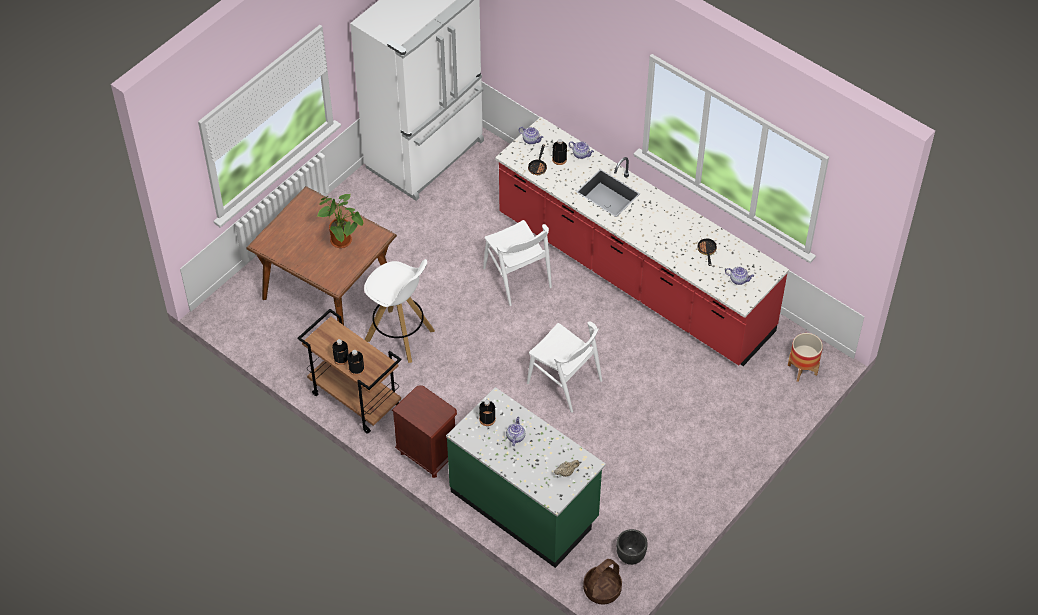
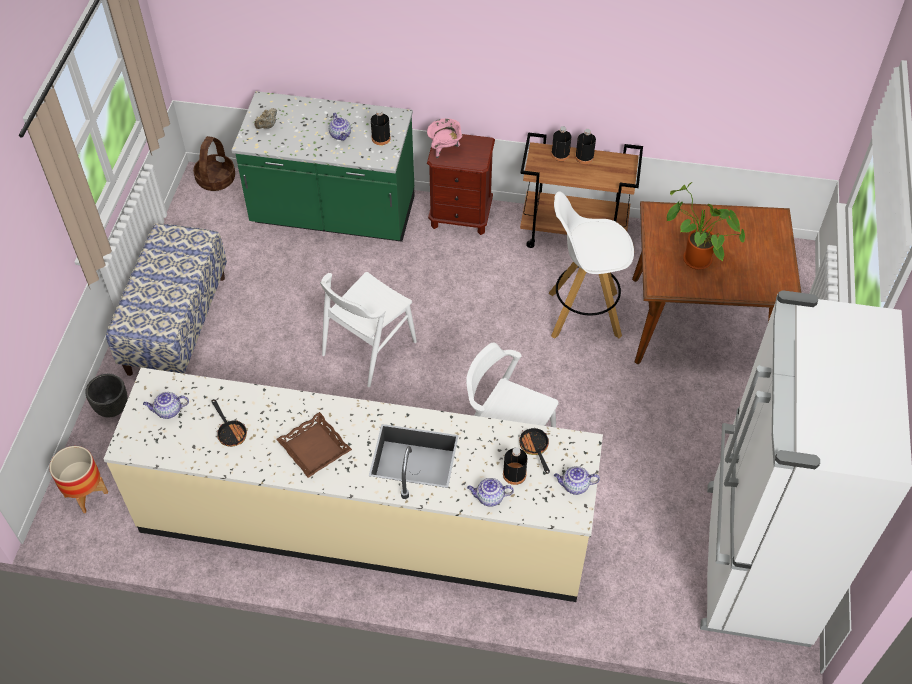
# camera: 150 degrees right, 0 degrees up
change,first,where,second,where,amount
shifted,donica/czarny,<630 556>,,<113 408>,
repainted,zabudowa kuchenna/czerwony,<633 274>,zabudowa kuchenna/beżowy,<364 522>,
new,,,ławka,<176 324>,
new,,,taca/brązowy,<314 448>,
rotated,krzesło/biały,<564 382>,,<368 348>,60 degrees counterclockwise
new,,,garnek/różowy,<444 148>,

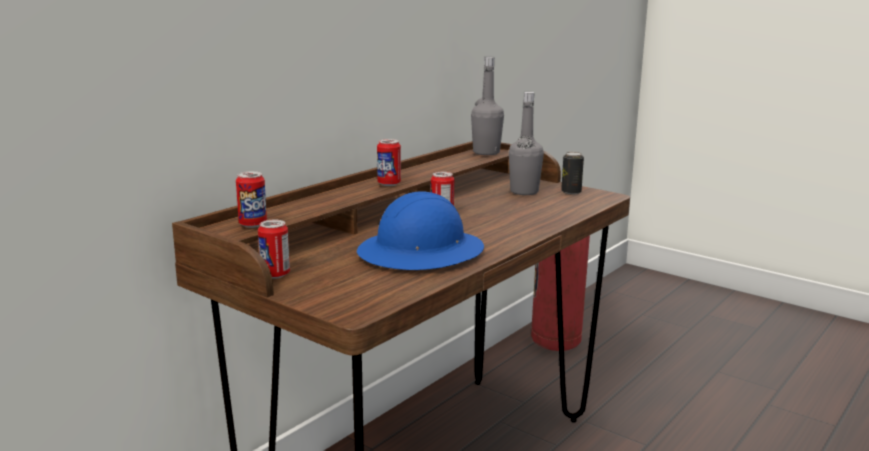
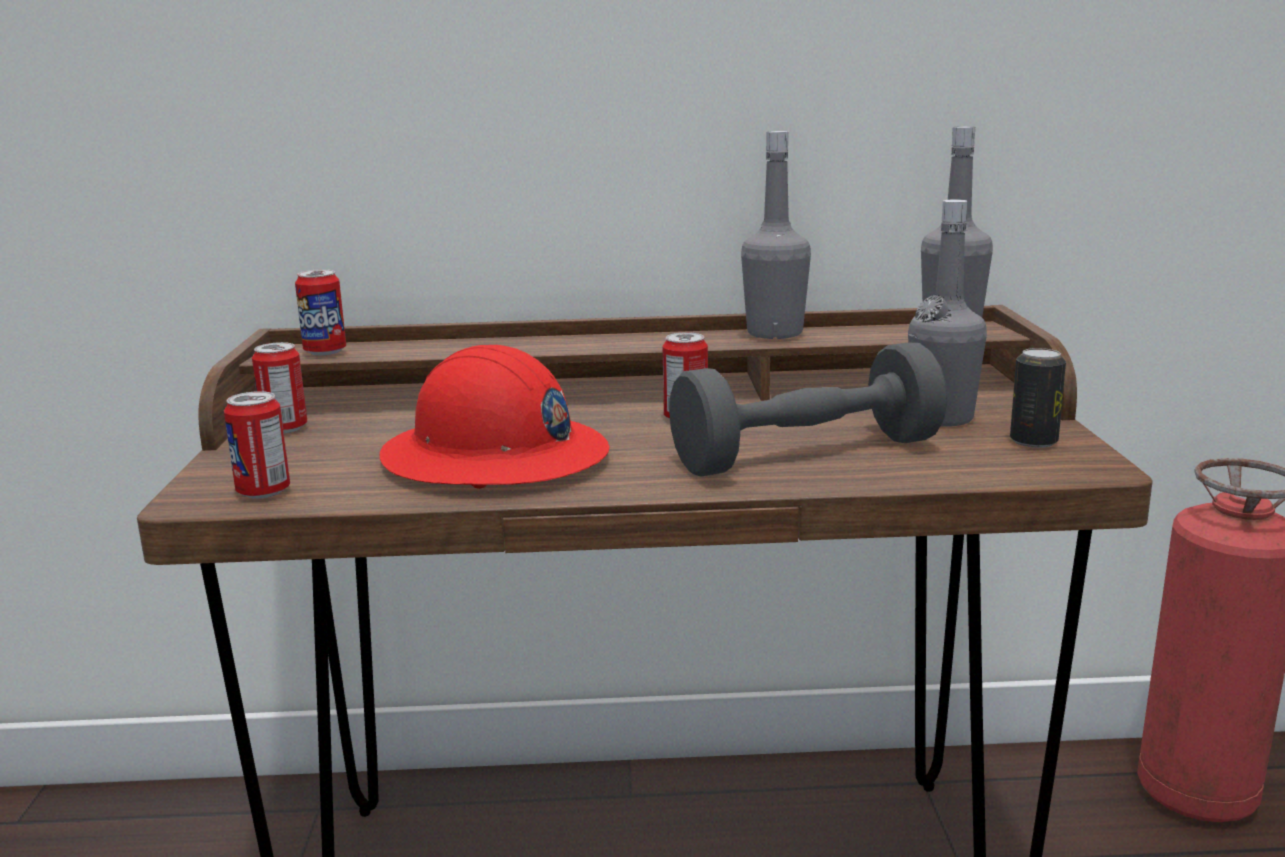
# camera: 50 degrees right, 0 degrees up
change,first,where,second,where,amount
shifted,puszka,<389 184>,,<263 492>,
repainted,kask/niebieski,<421 253>,kask/czerwony,<494 458>,
new,,,hantel/szary,<807 455>,
new,,,butelka/szary,<774 333>,

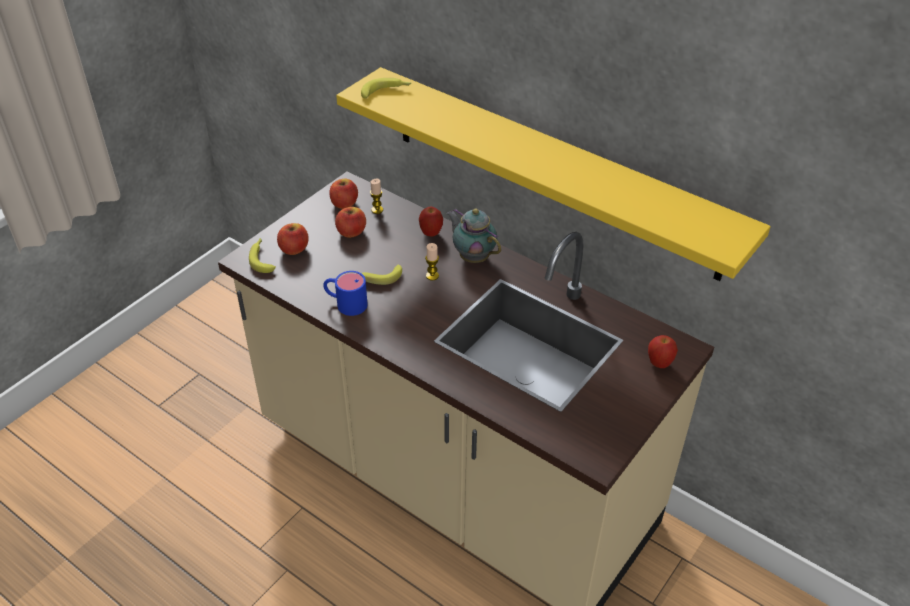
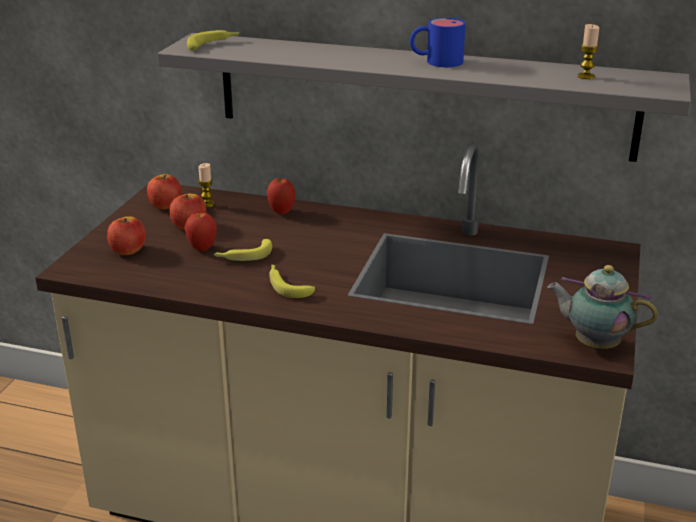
# camera: 20 degrees left, 15 degrees down
change,first,where,second,where,amount
repainted,półka/żółty,<552 171>,półka/szary,<421 95>,
shifted,jabłko,<659 363>,,<202 248>,
shifted,banan,<262 258>,,<287 285>,
shifted,kubek/niebieski,<345 303>,,<436 62>,
shifted,imbryk,<473 257>,,<593 344>,
shifted,świeca,<432 276>,,<585 76>,

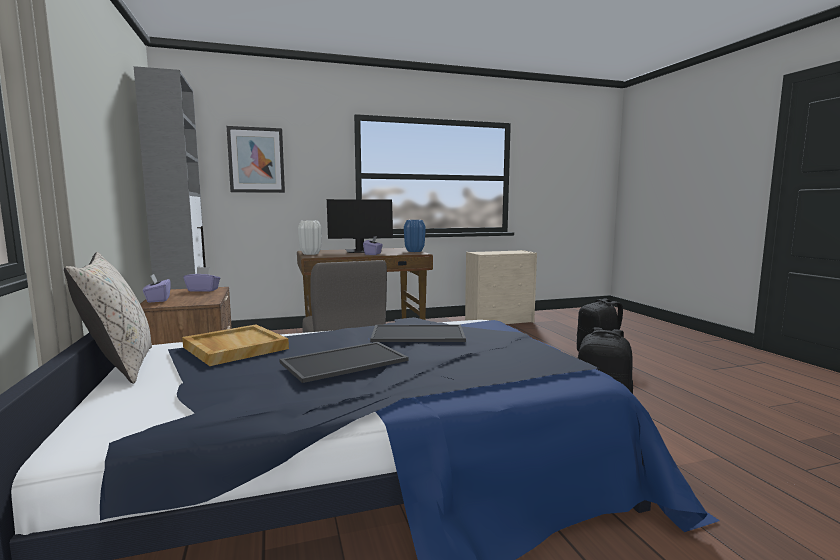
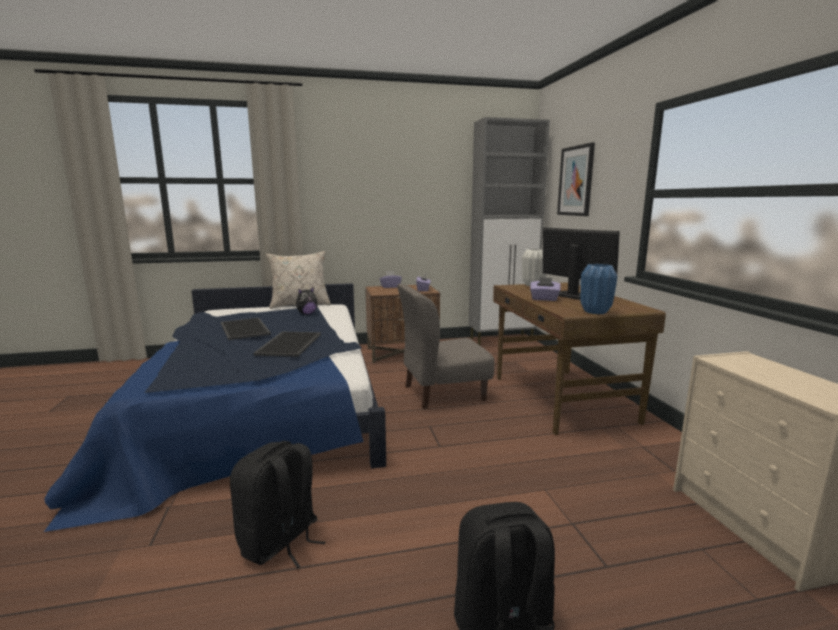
# camera: 95 degrees right, 5 degrees up
change,first,where,second,where,amount
swapped,taca/beżowy,<234 348>,pluszak,<306 314>,
rotated,monitor,<360 251>,,<572 295>,150 degrees clockwise

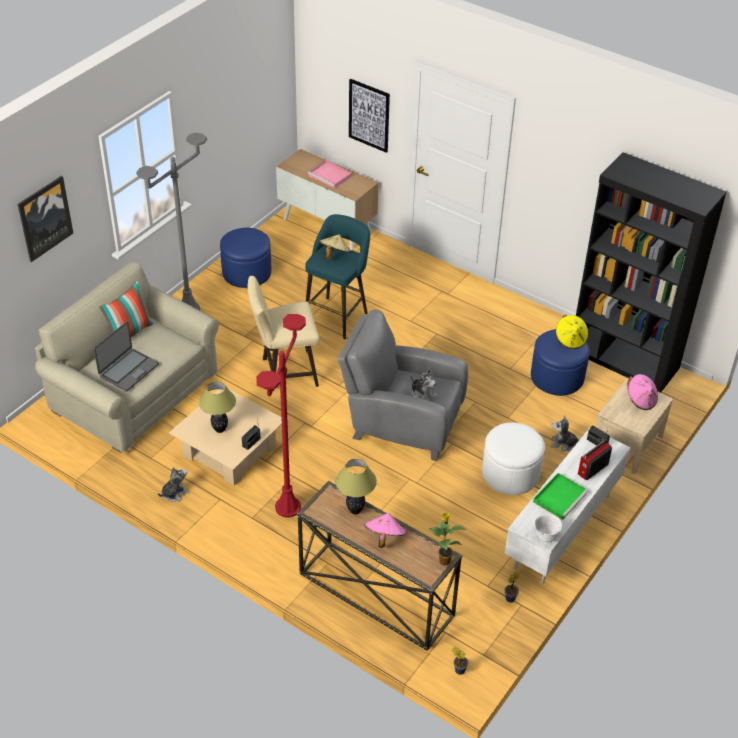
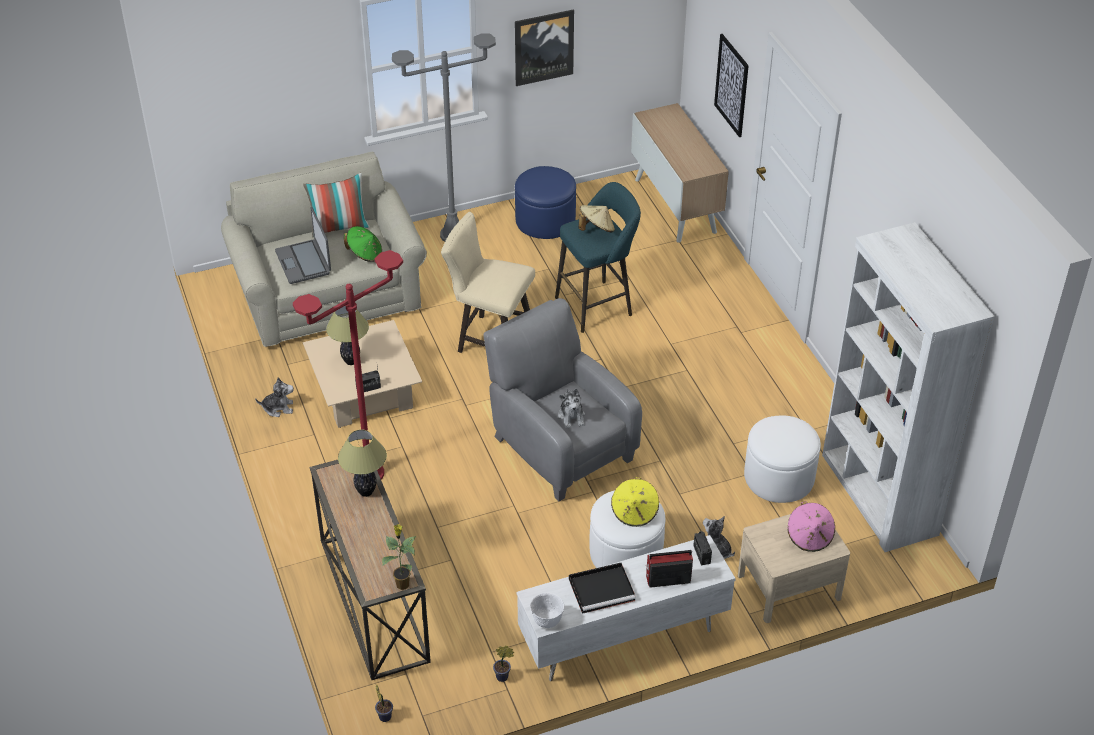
# camera: 35 degrees right, 0 degrees up
change,first,where,second,where,amount
rotated,laptop,<128 370>,,<304 262>,90 degrees clockwise
new,,,kapelusz/zielony,<365 254>,
shifted,obraz,<44 218>,,<543 47>,
repainted,taca/zielony,<560 497>,taca/czarny,<603 589>,
shifted,kapelusz/żółty,<570 340>,,<635 512>,
repainted,pufa/niebieski,<557 377>,pufa/biały,<779 477>,
repainted,regał/czarny,<624 360>,regał/biały,<878 495>,
gone,taca/różowy,<330 176>,,,
gone,kapelusz/różowy,<384 537>,,,

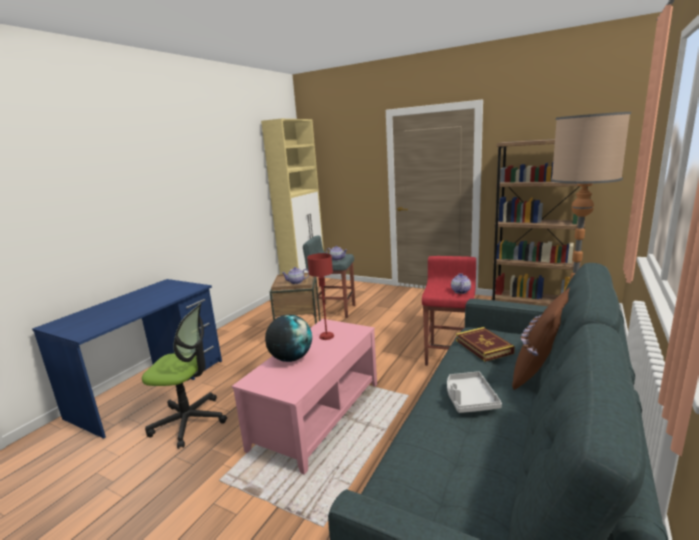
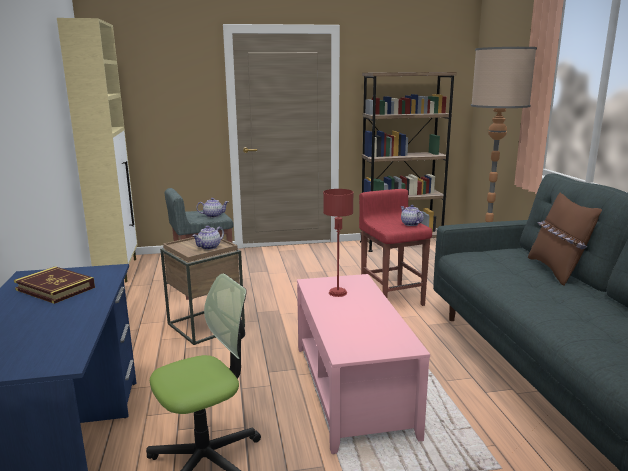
# camera: 40 degrees left, 0 degrees up
change,first,where,second,where,amount
shifted,książka,<483 346>,,<55 288>,
gone,globus,<291 358>,,,
gone,taca/szary,<469 399>,,,

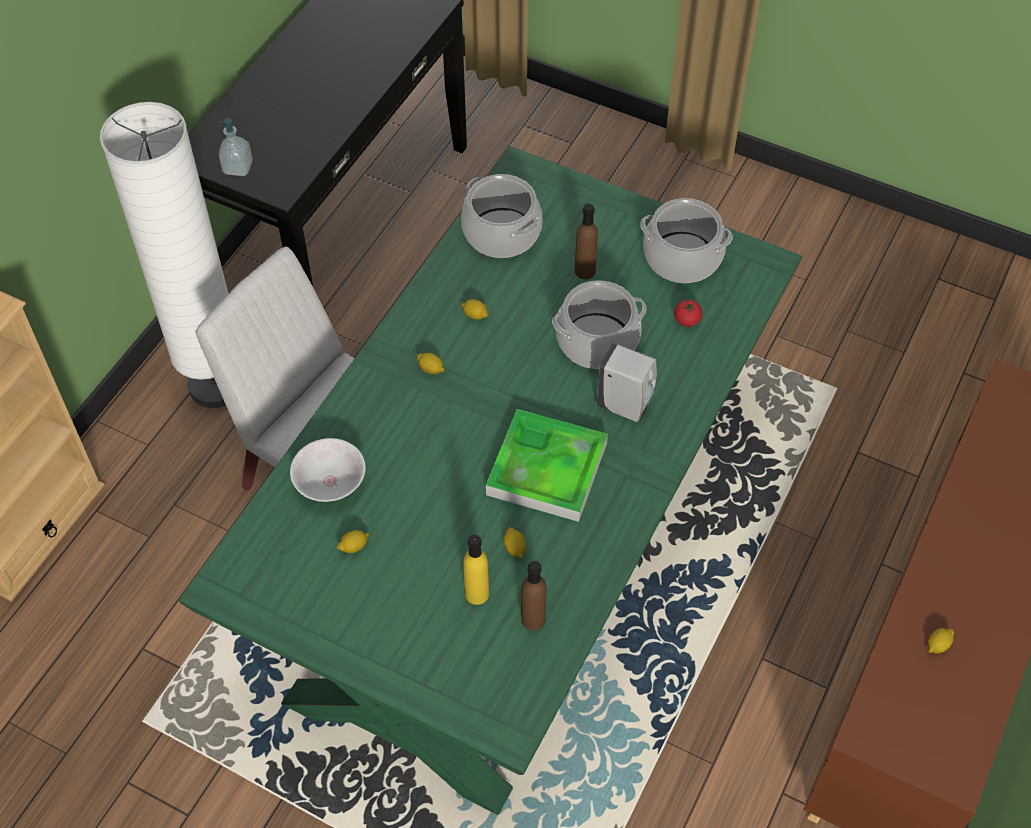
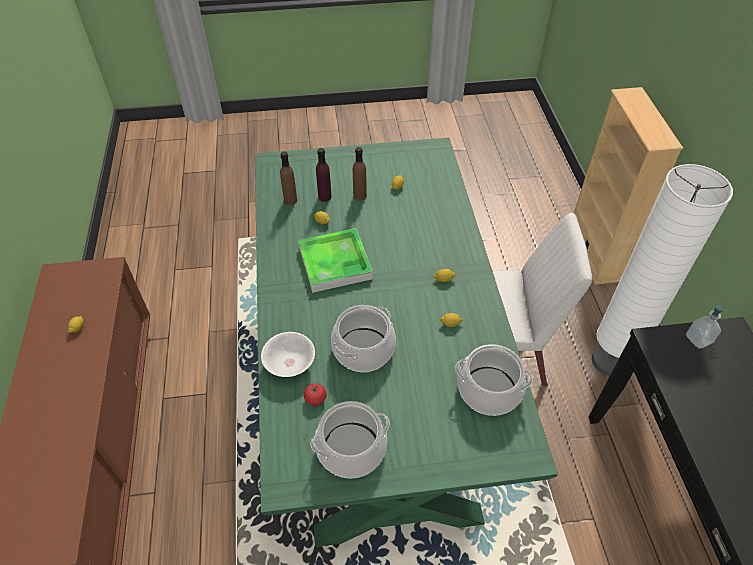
# camera: 145 degrees right, 5 degrees down
change,first,where,second,where,amount
shifted,miska/biały,<331 484>,,<289 364>,
repainted,butelka/żółty,<476 593>,butelka/fioletowy,<324 197>,
shifted,butelka/brązowy,<585 271>,,<360 196>,
gone,dozownik mydła/biały,<626 406>,,,

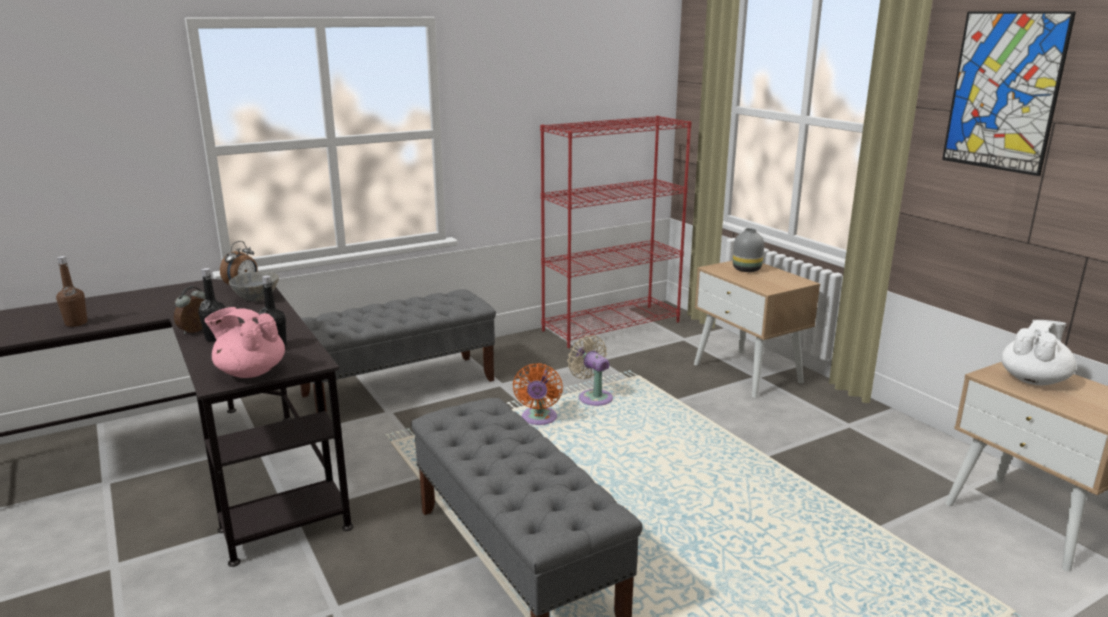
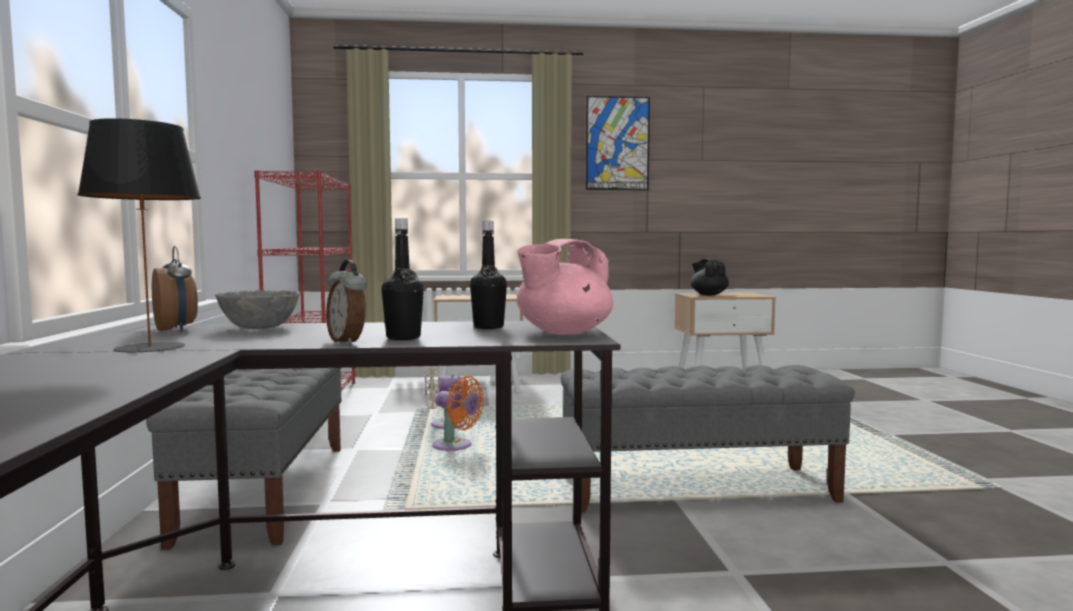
# camera: 65 degrees left, 15 degrees down
change,first,where,second,where,amount
new,,,lampa stołowa/czarny,<151 348>,
repainted,imbryk/biały,<1033 380>,imbryk/czarny,<708 294>,
gone,butelka/brązowy,<76 323>,,,
gone,wazon/szary,<746 269>,,,

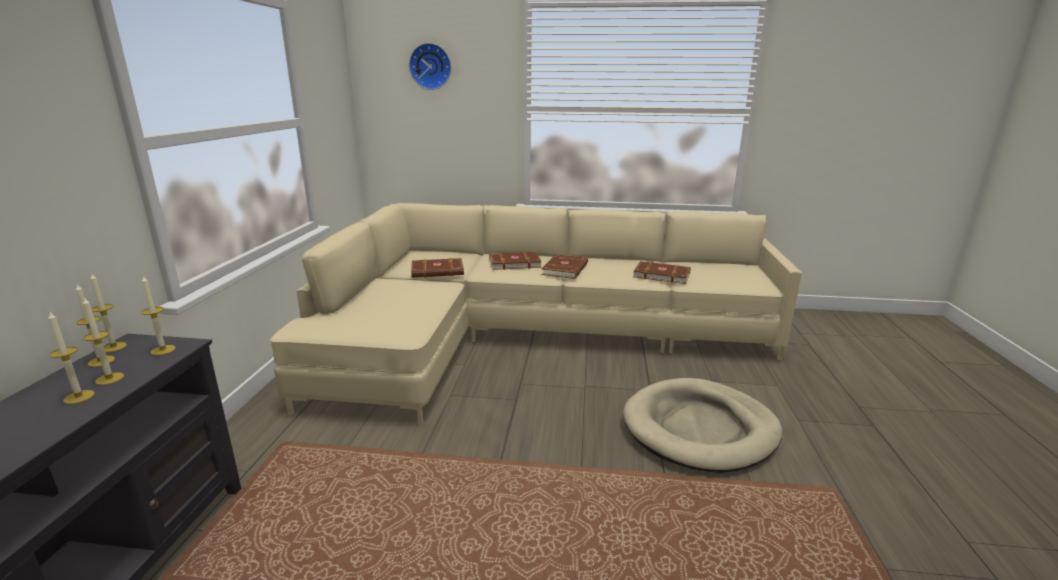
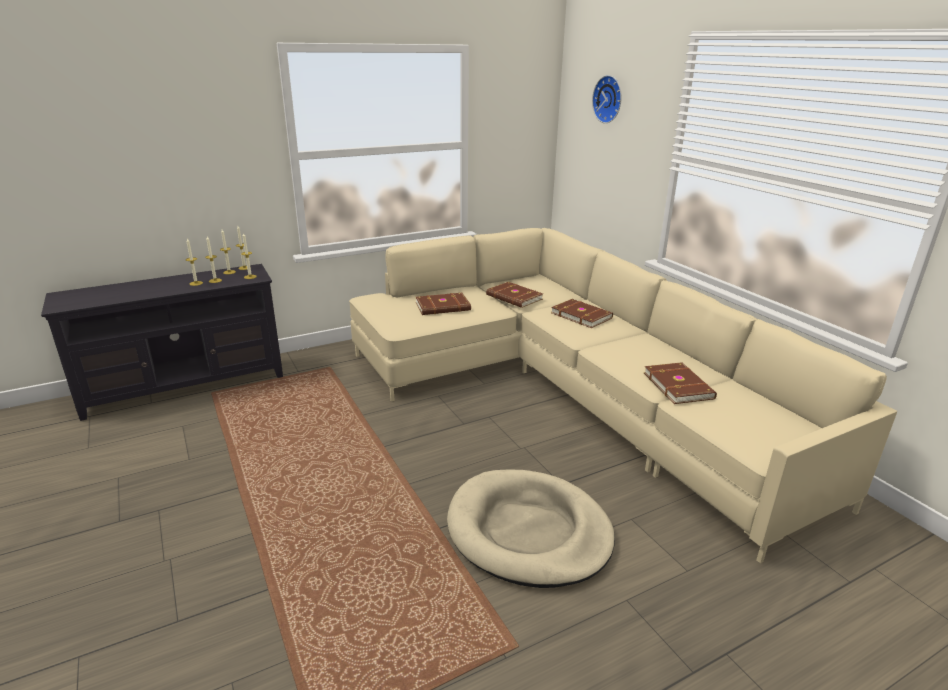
# camera: 55 degrees right, 5 degrees up
change,first,where,second,where,amount
shifted,książka/brązowy,<566 269>,,<443 307>,

